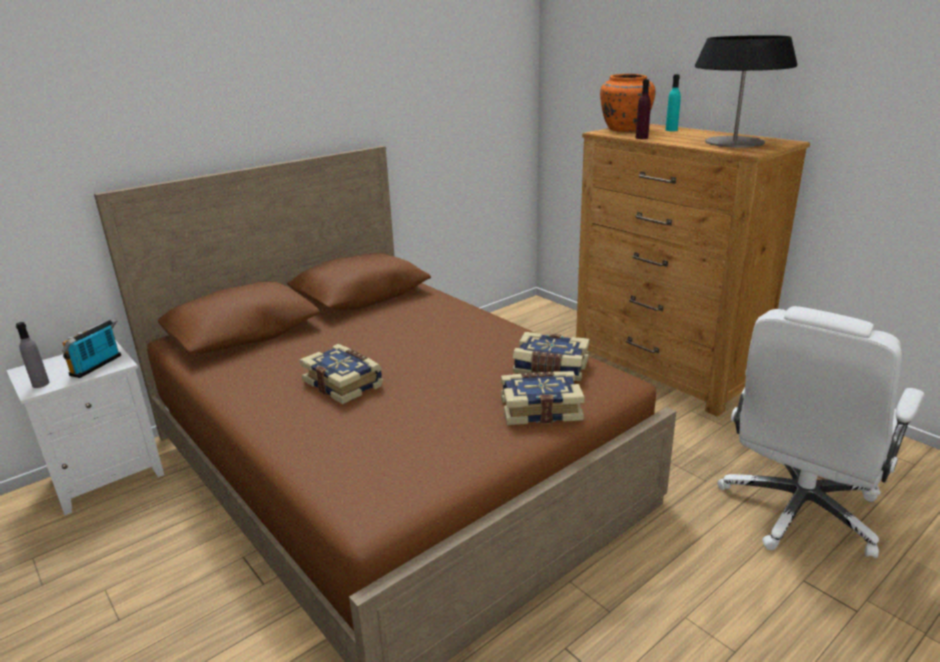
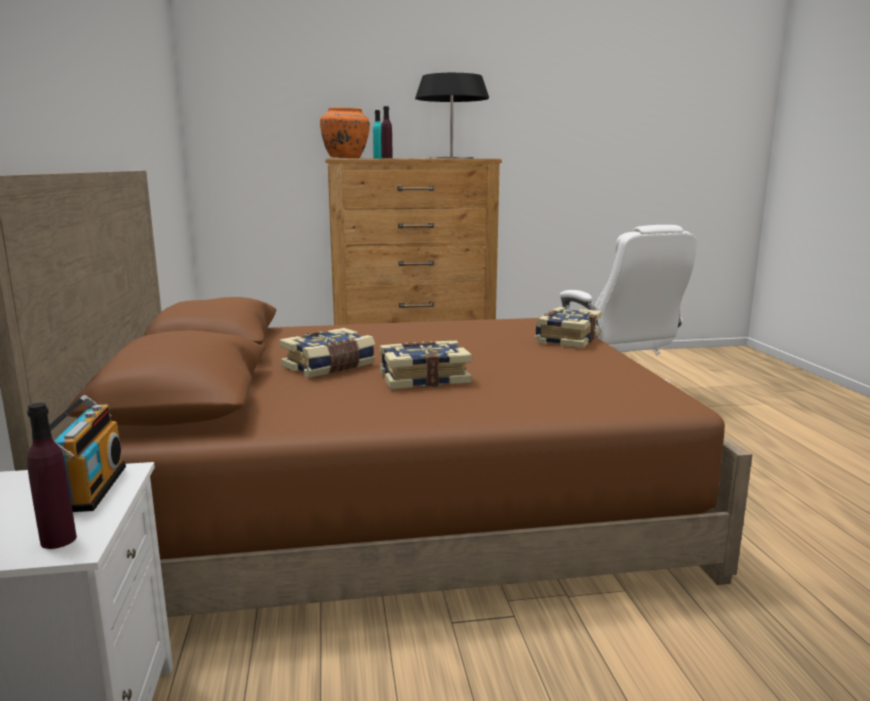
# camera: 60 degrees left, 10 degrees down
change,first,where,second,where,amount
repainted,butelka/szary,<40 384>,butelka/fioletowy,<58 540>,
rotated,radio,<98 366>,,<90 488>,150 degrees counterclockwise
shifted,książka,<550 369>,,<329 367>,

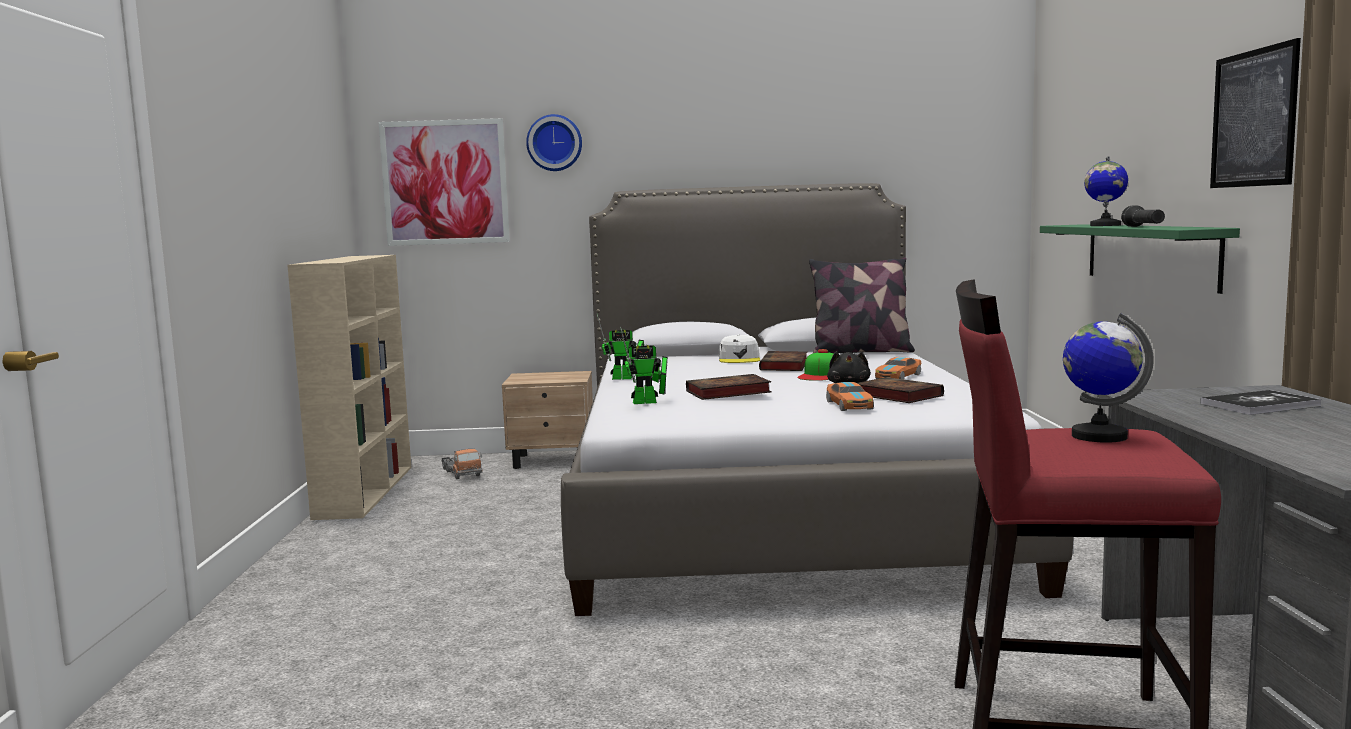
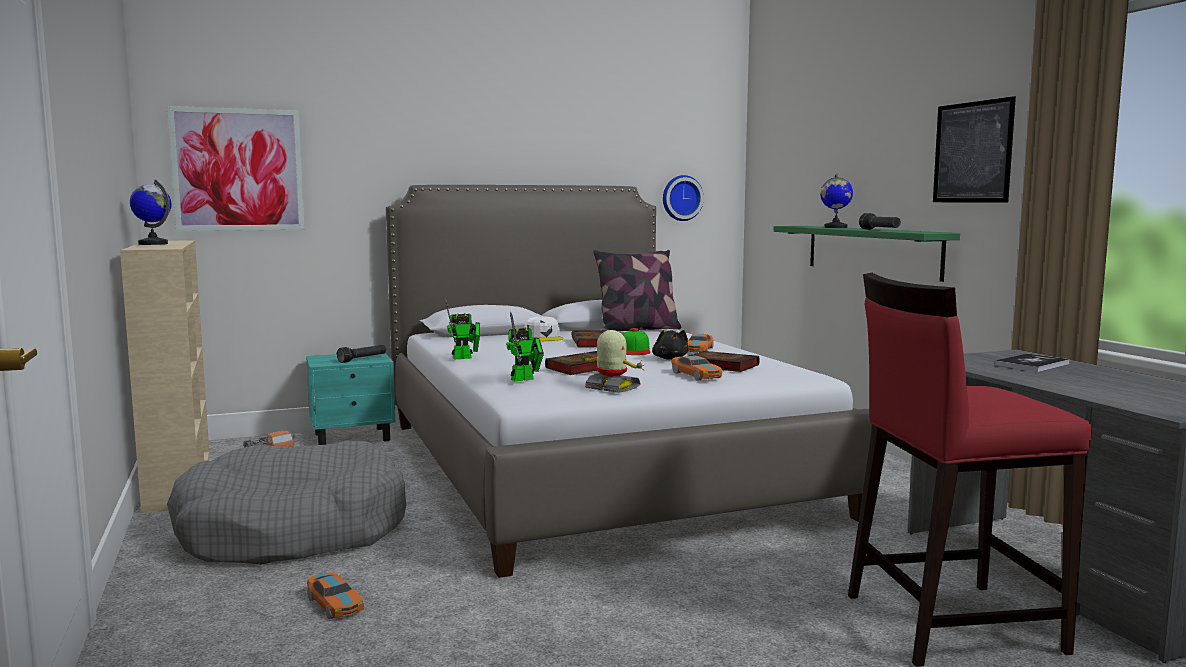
# camera: 20 degrees left, 0 degrees up
change,first,where,second,where,amount
shifted,globus,<1098 436>,,<153 244>,
new,,,legowisko/szary,<292 531>,
repainted,szafka nocna/beżowy,<553 460>,szafka nocna/turkusowy,<353 437>,
new,,,samochodzik,<334 604>,
new,,,latarka/czarny,<362 359>,
new,,,robot zabawkowy,<612 388>,
shifted,zegar ścienny,<554 143>,,<681 198>,

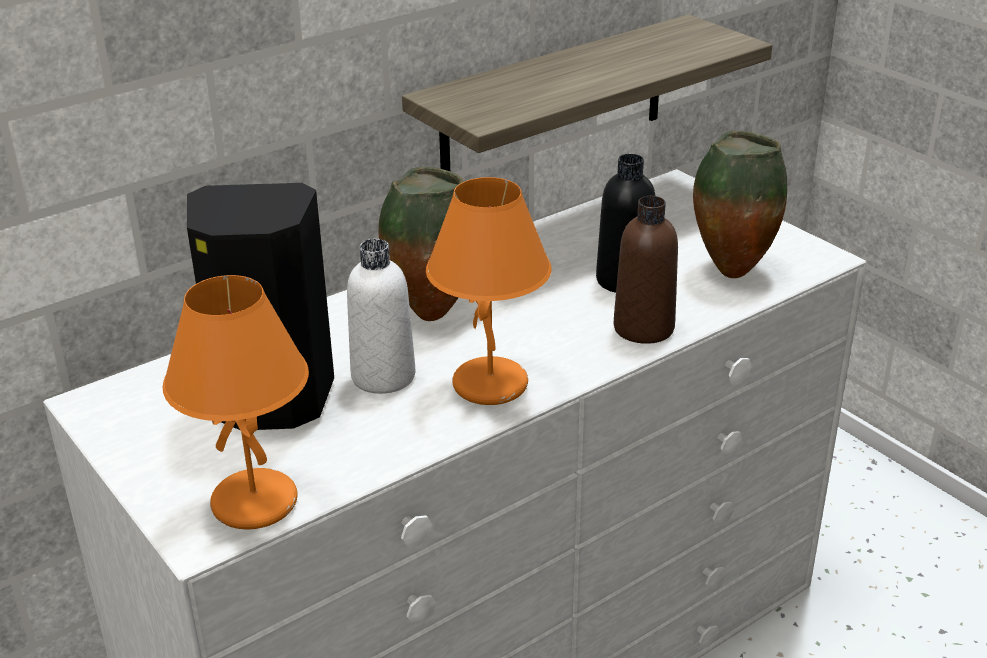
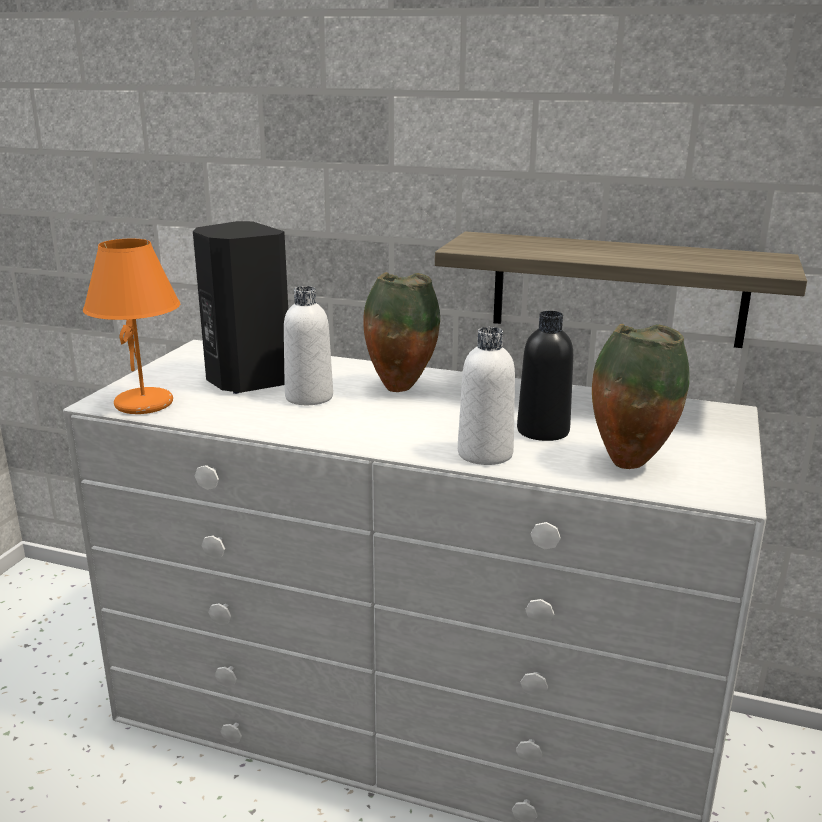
# camera: 55 degrees right, 10 degrees down
change,first,where,second,where,amount
repainted,butelka/brązowy,<643 328>,butelka/biały,<485 454>,
gone,lampa stołowa/pomarańczowy,<492 385>,,,

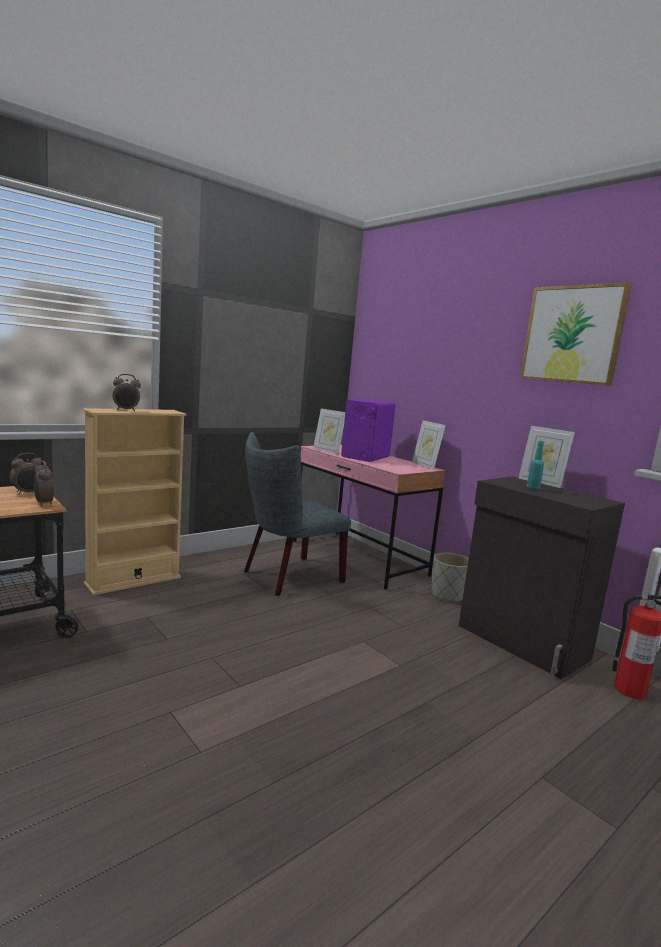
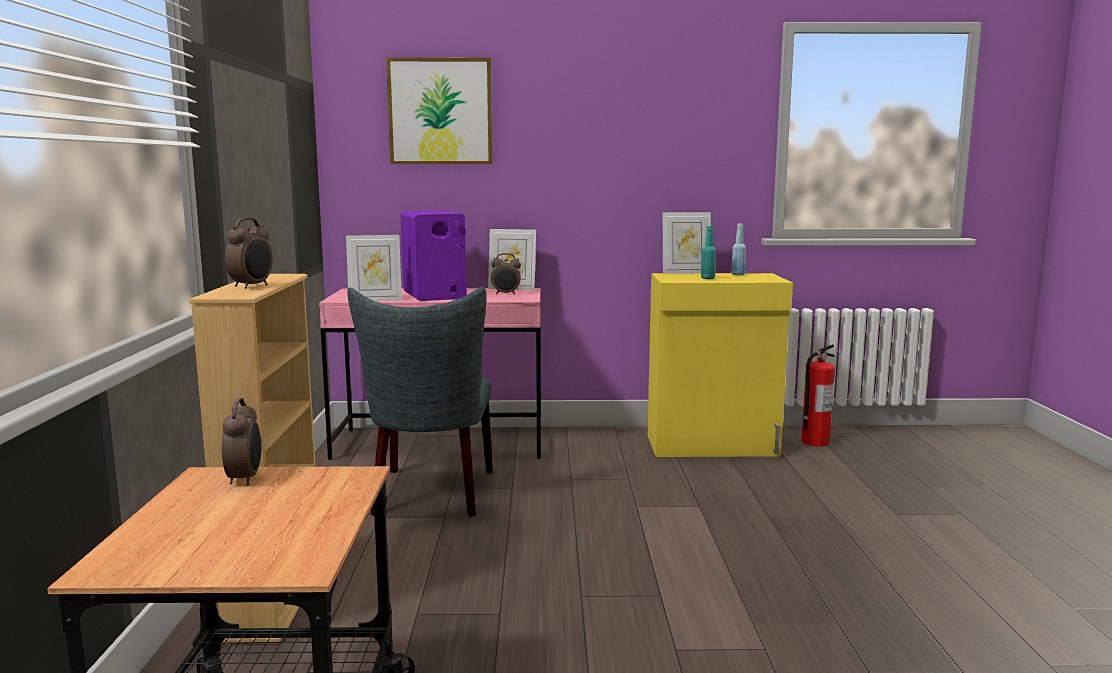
# camera: 50 degrees left, 0 degrees up
change,first,where,second,where,amount
shifted,obraz,<572 334>,,<440 111>,
shifted,budzik,<43 503>,,<506 294>,
repainted,szafka/czarny,<522 643>,szafka/żółty,<713 446>,
new,,,butelka/niebieski,<737 274>,
gone,donica/szary,<447 595>,,,

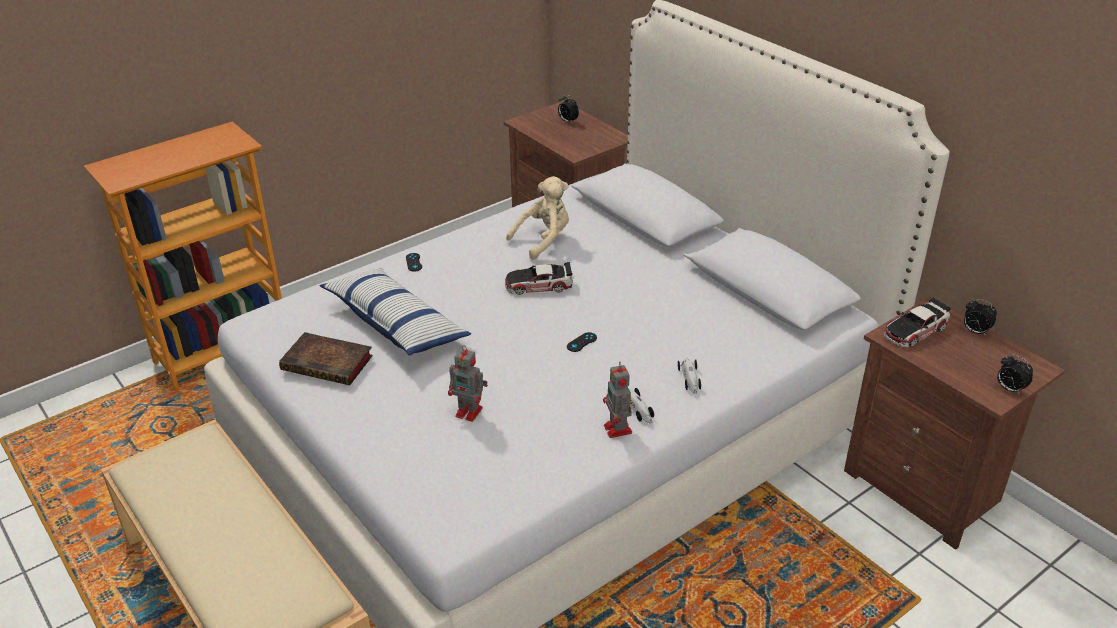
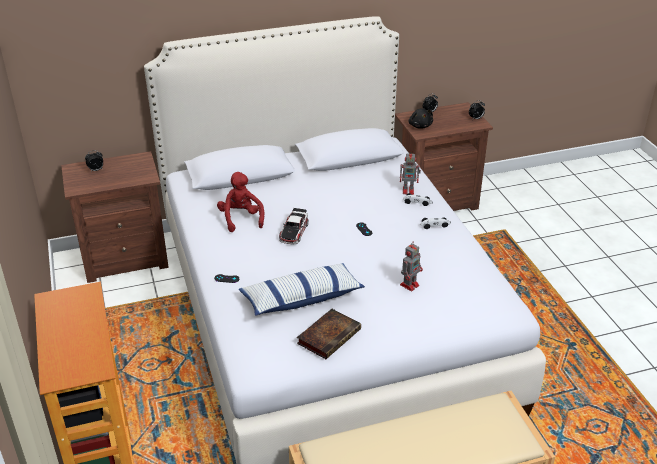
# camera: 70 degrees left, 0 degrees up
change,first,where,second,where,amount
repainted,pluszak/beżowy,<544 240>,pluszak/czerwony,<241 218>,
shifted,robot zabawkowy,<618 430>,,<409 190>,
swapped,samochodzik,<915 330>,pluszak/czarny,<420 125>,

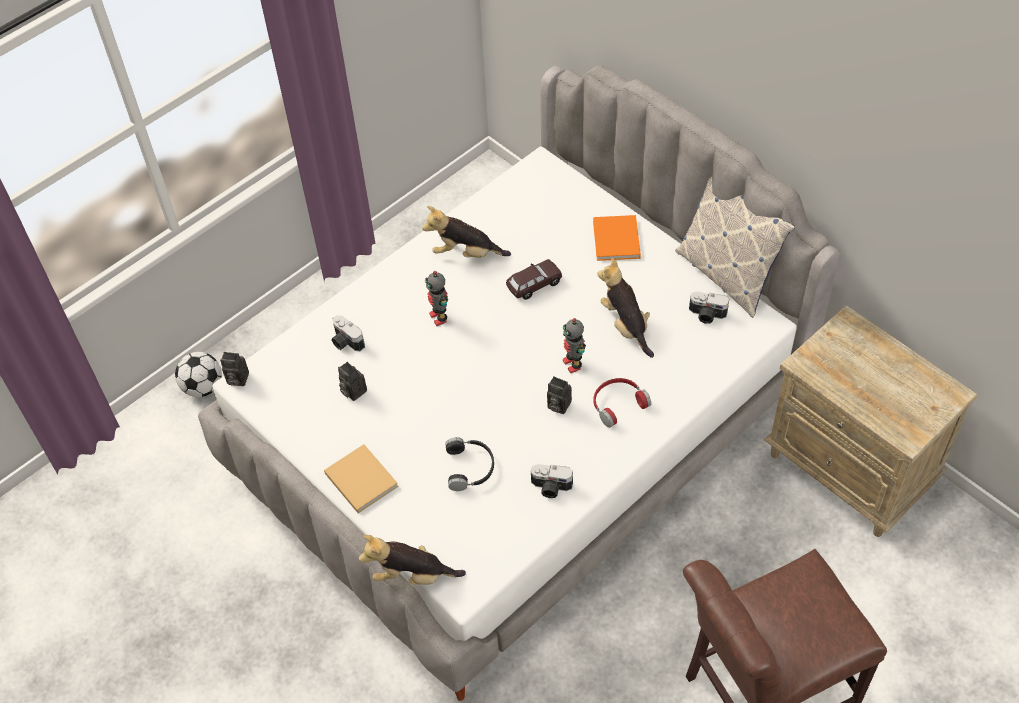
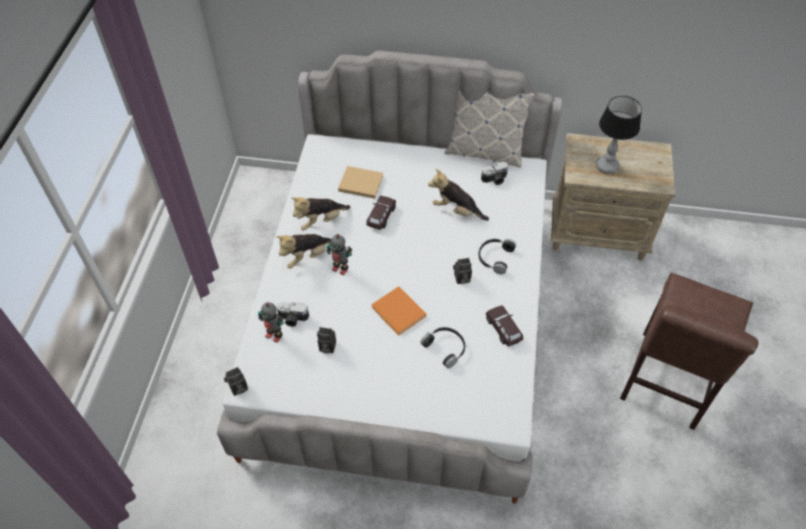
# camera: 40 degrees left, 0 degrees up
change,first,where,second,where,amount
shifted,robot zabawkowy,<573 364>,,<274 335>,
shifted,pluszak,<412 575>,,<307 256>,
shifted,książka/beżowy,<360 478>,,<359 183>,
shifted,książka/pomarańczowy,<616 241>,,<399 313>,
repainted,słuchawki/czerwony,<617 404>,słuchawki/czarny,<494 257>,
swapped,aparat fotograficzny,<551 488>,samochodzik/brązowy,<503 329>,
new,,,lampa stołowa,<607 166>,
gone,piłka futbolowa,<203 387>,,,

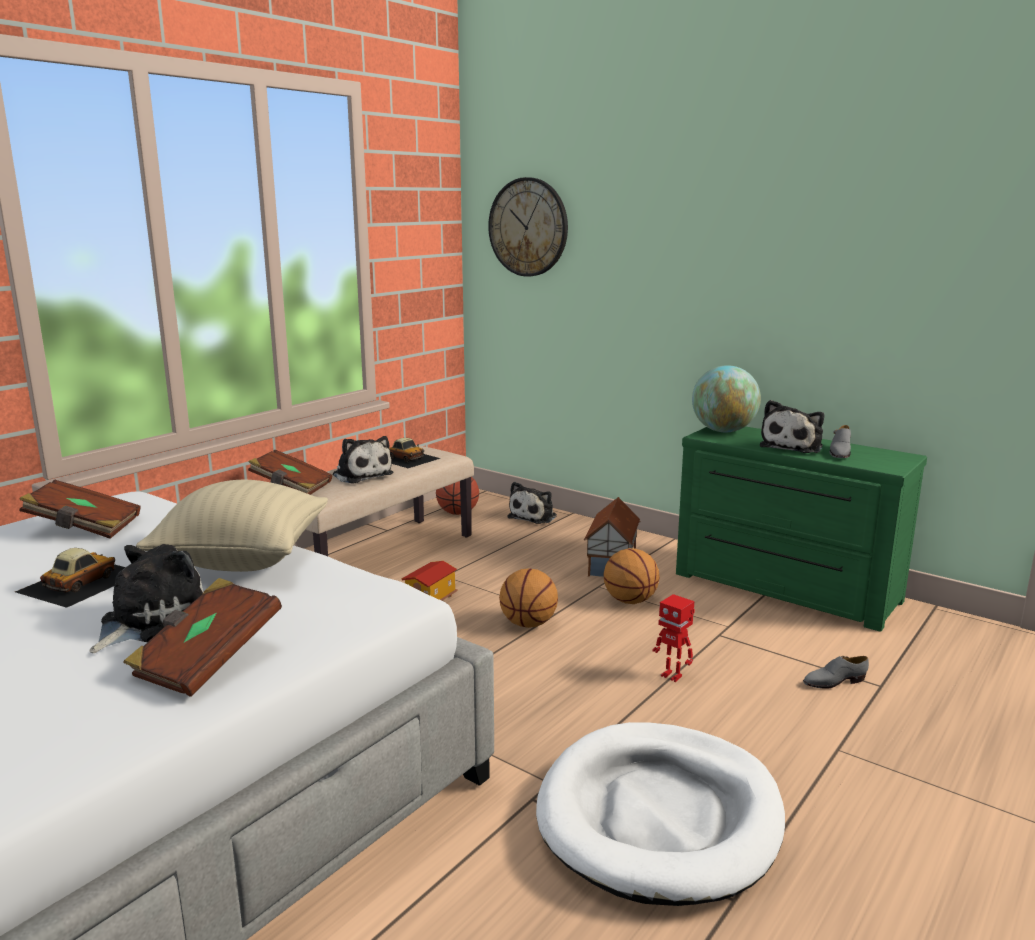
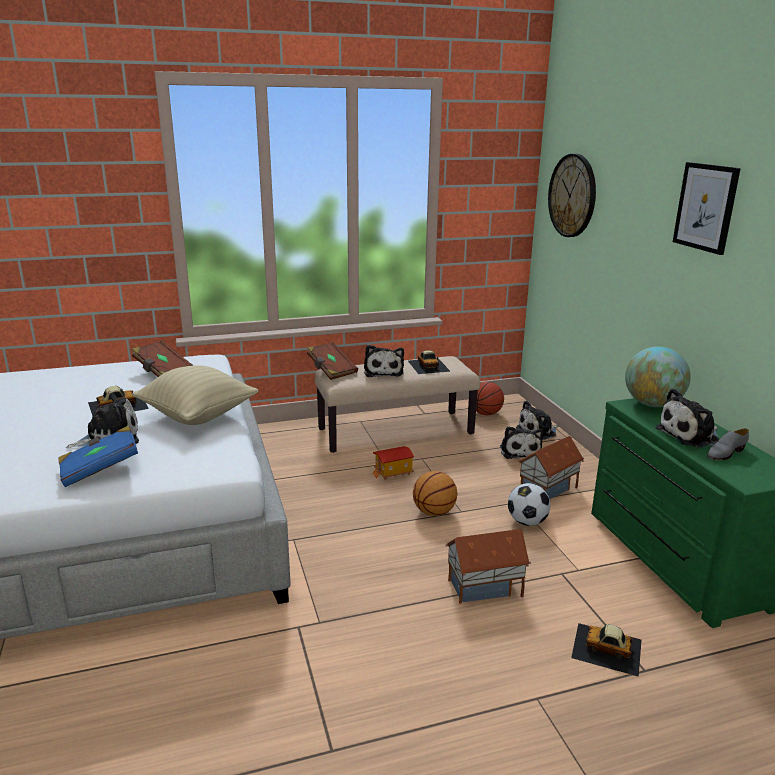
# camera: 35 degrees right, 5 degrees up
change,first,where,second,where,amount
repainted,książka/brązowy,<207 660>,książka/niebieski,<100 470>,
swapped,robot zabawkowy,<672 676>,domek,<485 589>,
new,,,pluszak,<519 451>,
swapped,piłka do koszykówki,<630 601>,piłka futbolowa,<527 522>,
swapped,but/szary,<834 682>,samochodzik,<607 649>,
new,,,obraz,<706 207>,
gone,legowisko/biały,<660 816>,,,

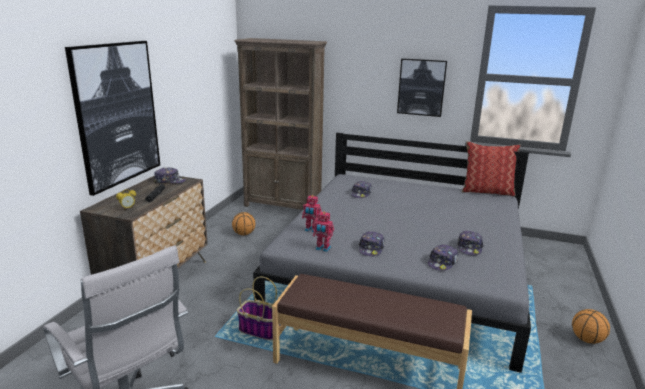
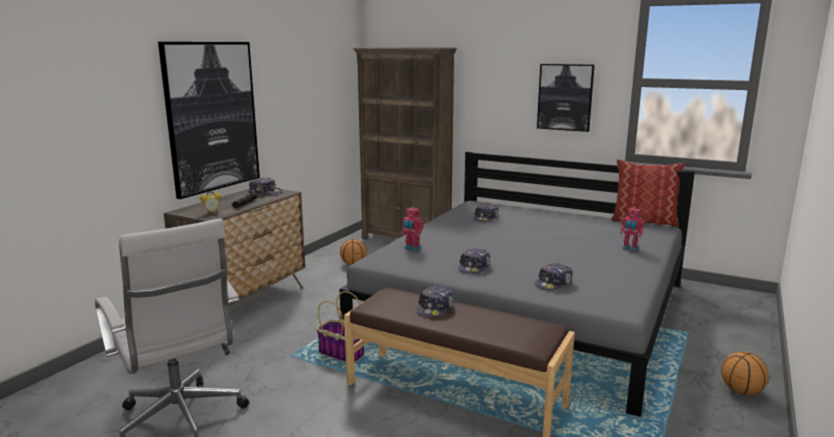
# camera: 10 degrees right, 5 degrees down
change,first,where,second,where,amount
shifted,czapka z daszkiem,<469 248>,,<435 308>,
shifted,robot zabawkowy,<322 249>,,<629 248>,

